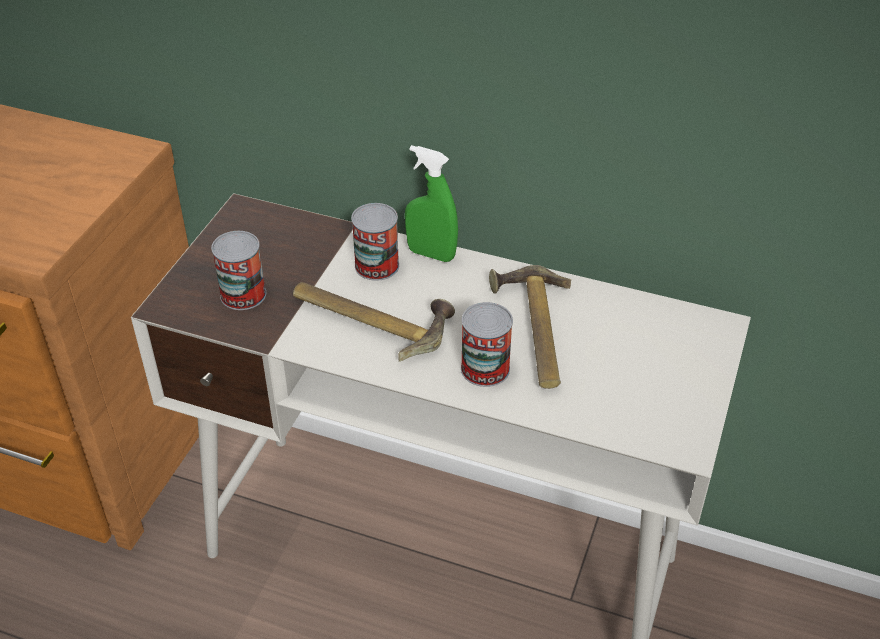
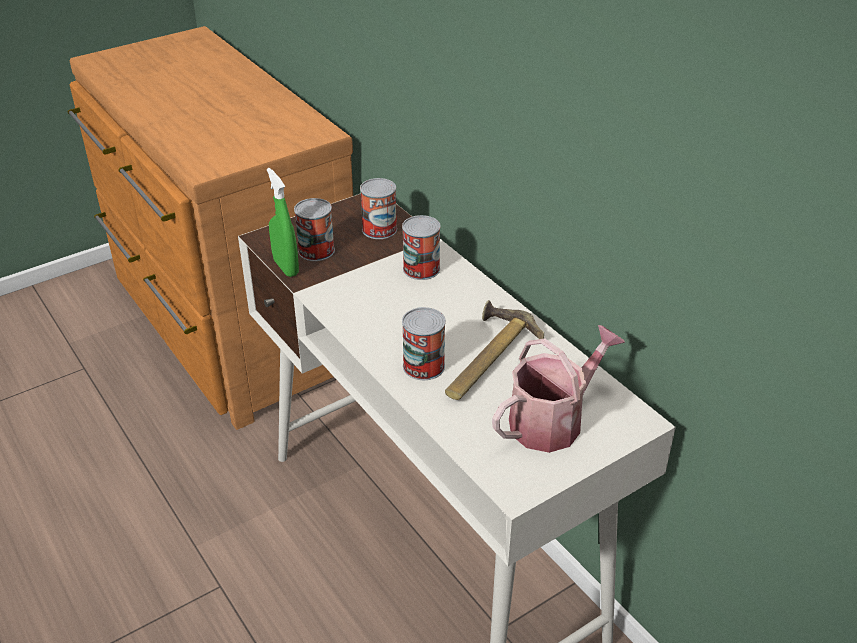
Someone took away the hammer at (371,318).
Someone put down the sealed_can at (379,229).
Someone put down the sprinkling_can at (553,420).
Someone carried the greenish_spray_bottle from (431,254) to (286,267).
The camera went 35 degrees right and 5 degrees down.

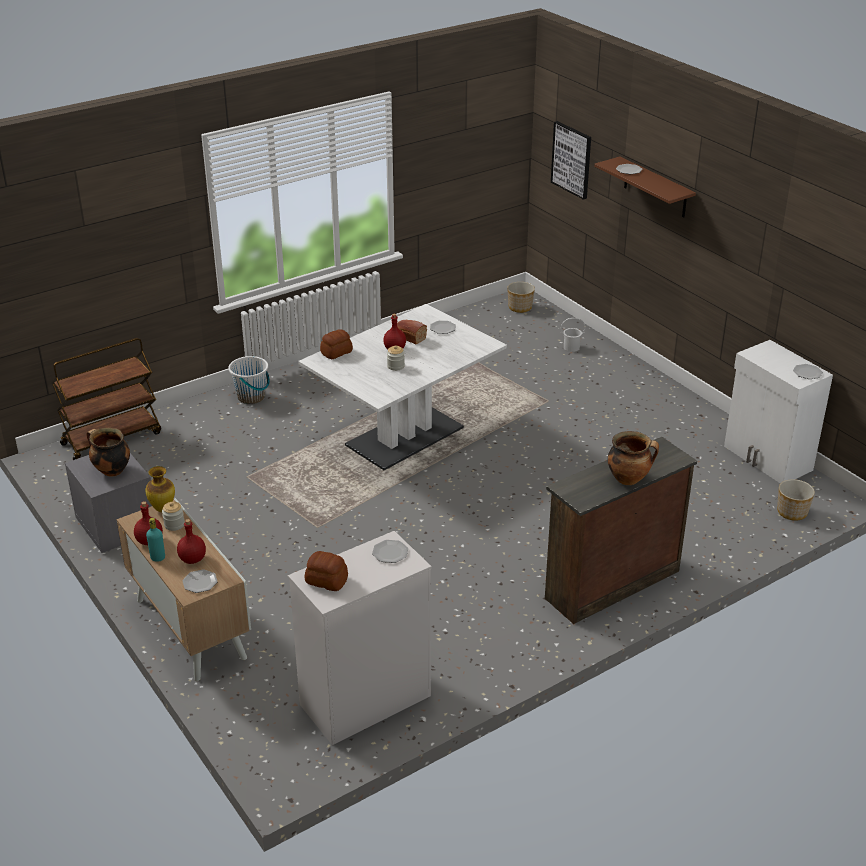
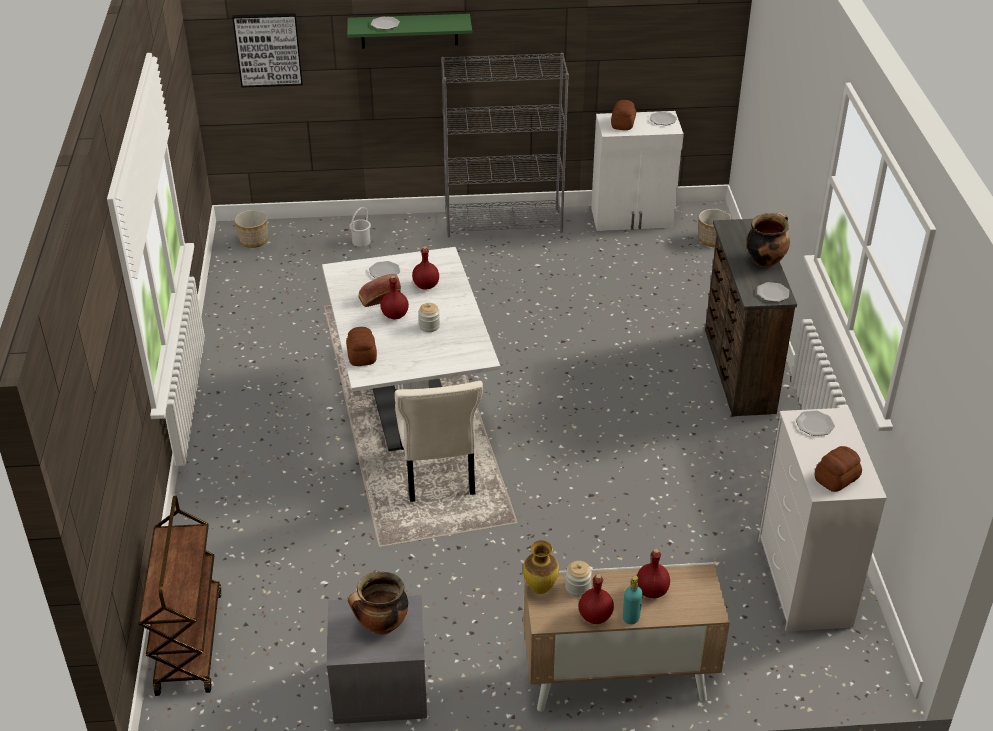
Someone took away the white_bucket at (251,397).
Someone put down the beige-coloured_plain_chair at (437,474).
Someone put down the red_bottle at (426,285).
Someone put down the gray_bookshelf at (504,222).
Someone put down the baked_bread at (622,124).
Someone carried the dinner_plate from (200,582) to (772,293).
Someone repainted the brown_shelf at (655,188), which became the greenish_shelf at (409,31).
The camera went 60 degrees left and 5 degrees up.

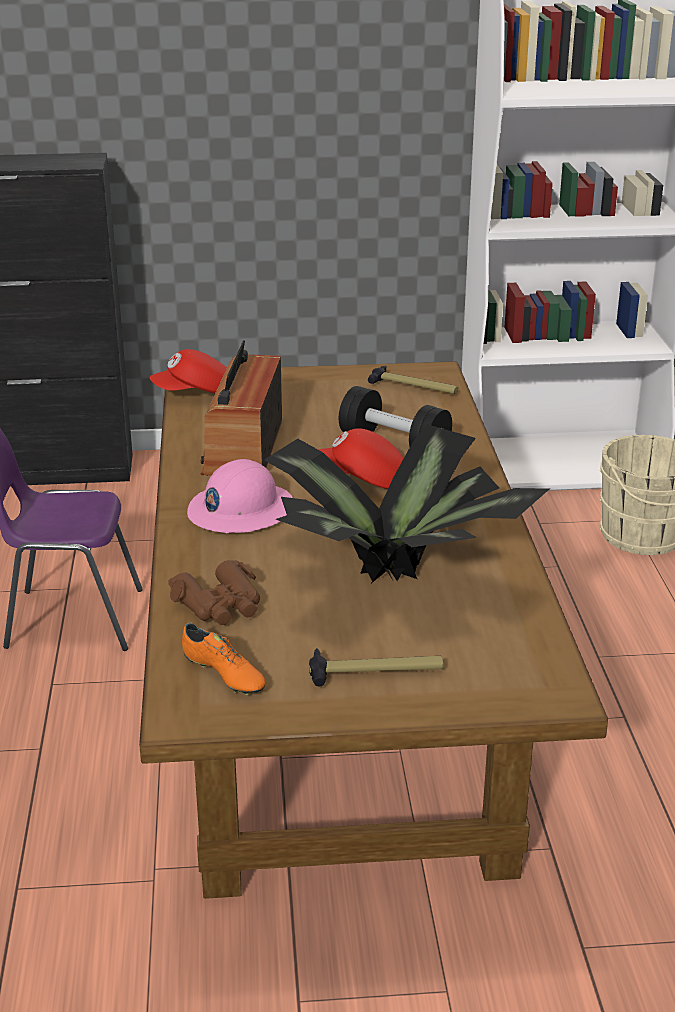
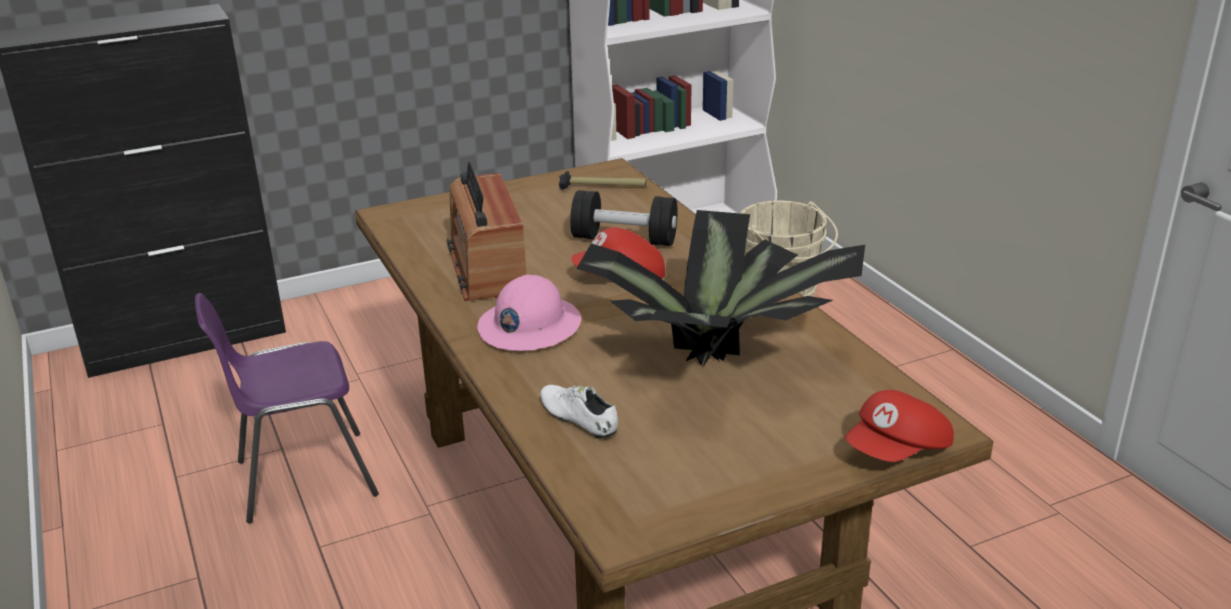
Someone took away the orangey_shoe at (223,675).
Someone took away the hammer at (375,672).
Someone carried the red_cap from (196,394) to (898,451).
Someone swapped the brown_field_glasses at (220,605) for the white_shoe at (578,419).
The camera went 20 degrees left and 0 degrees up.

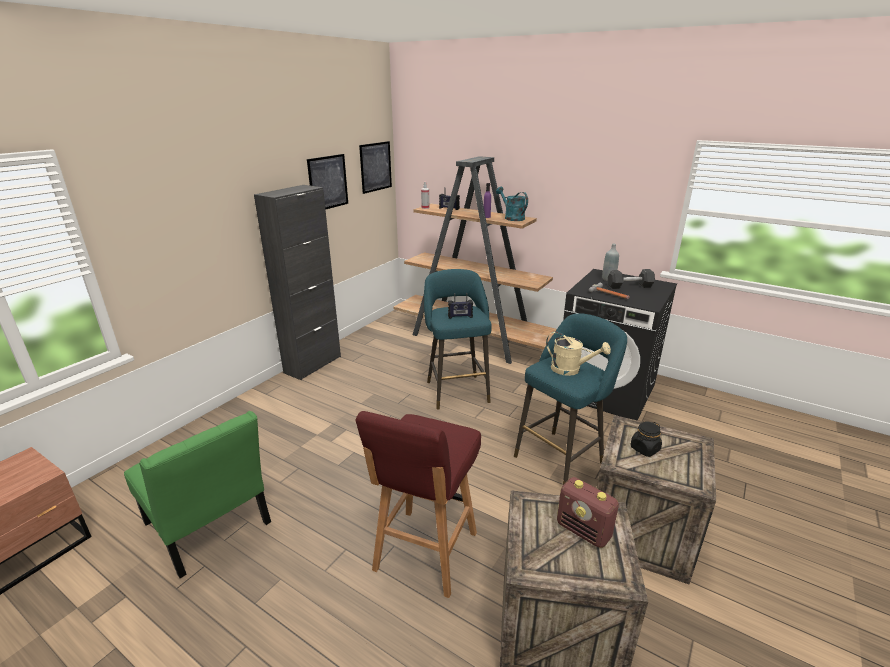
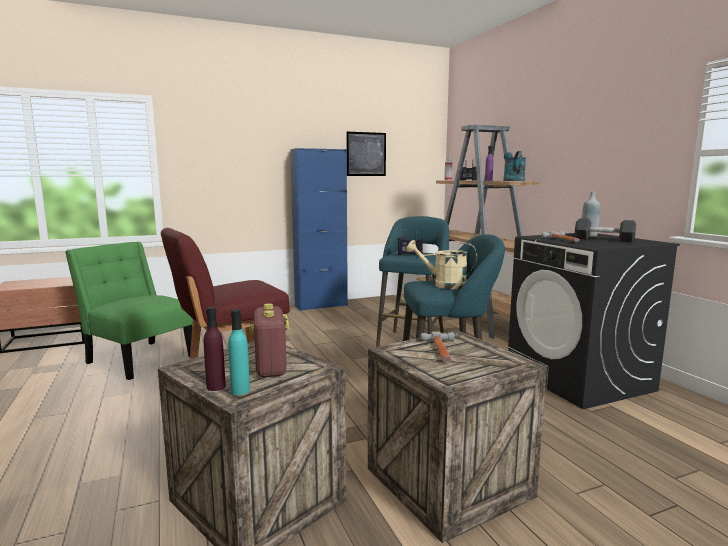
Someone took away the wall_art at (375,167).
Someone put down the purple_bottle at (216,387).
Someone put down the turquoise-coloured_bottle at (240,390).
Someone swapped the black-coloured_jar at (644,449) for the hammer at (441,351).
Someone repainted the black-coloured_cabinet at (313,364), which became the blue-coloured_cabinet at (321,305).
Someone rotated the greenish_plain_chair at (210,528) by 135 degrees clockwise.
Someone rotated the beige-coloured_sprinkling_can at (571,370) by 135 degrees clockwise.
The camera went 35 degrees right and 15 degrees down.

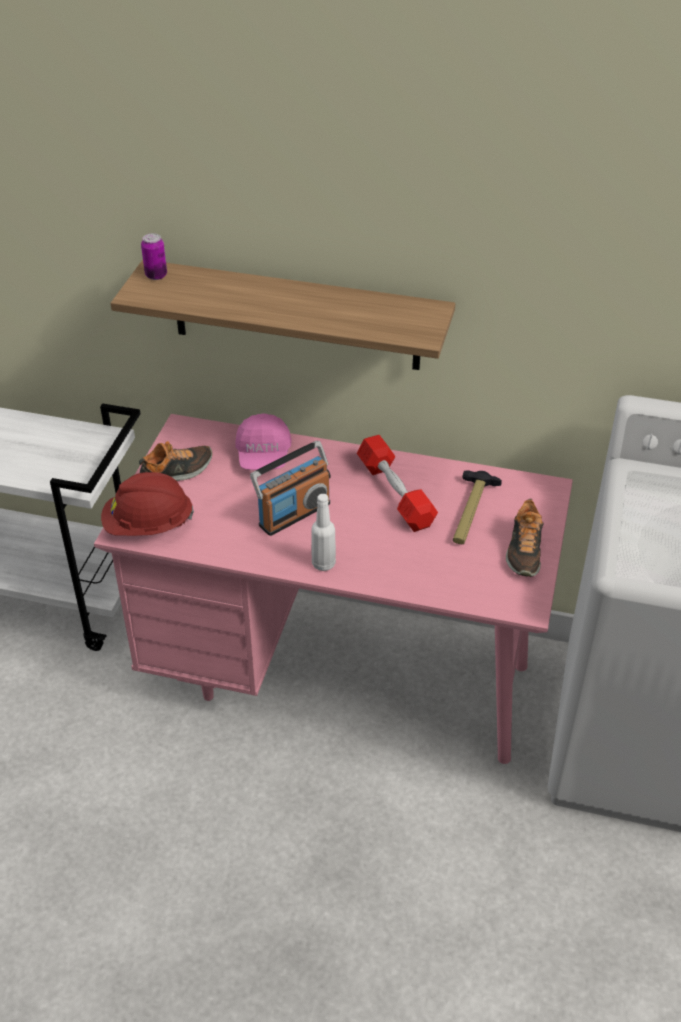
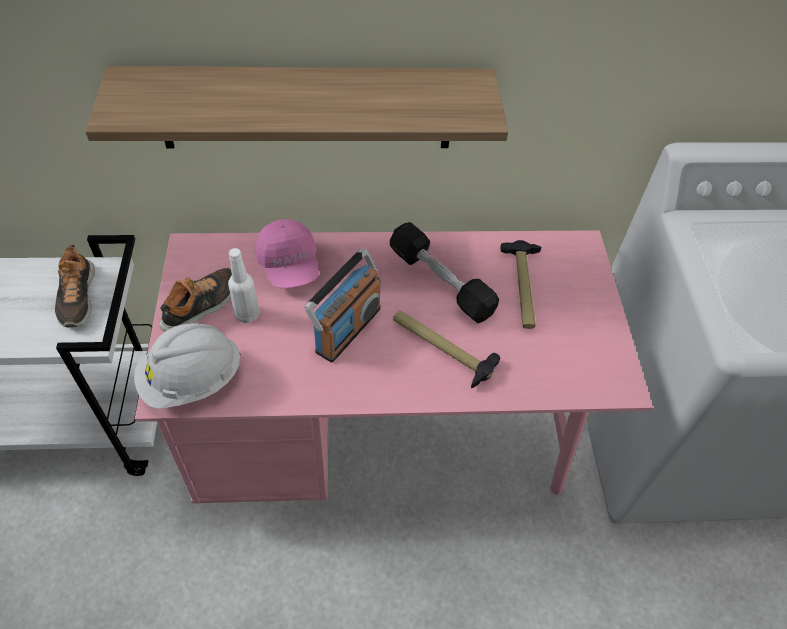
Someone took away the sealed_can at (156,275).
Someone put down the hammer at (441,349).
Someone carried the white_bottle from (323,564) to (247,314).
Someone carried the shoe from (524,550) to (77,297).
Someone repainted the red_hard_hat at (148,526), which became the white_hard_hat at (191,380).
Someone repainted the red_free_weight at (395,493), which became the black-coloured_free_weight at (441,282).
The camera went 20 degrees left and 10 degrees up.

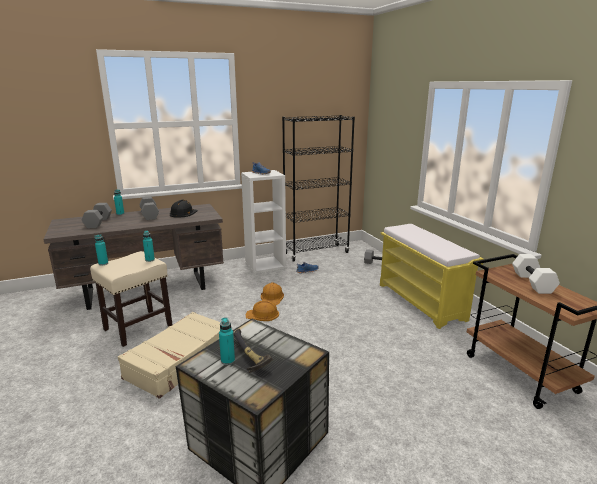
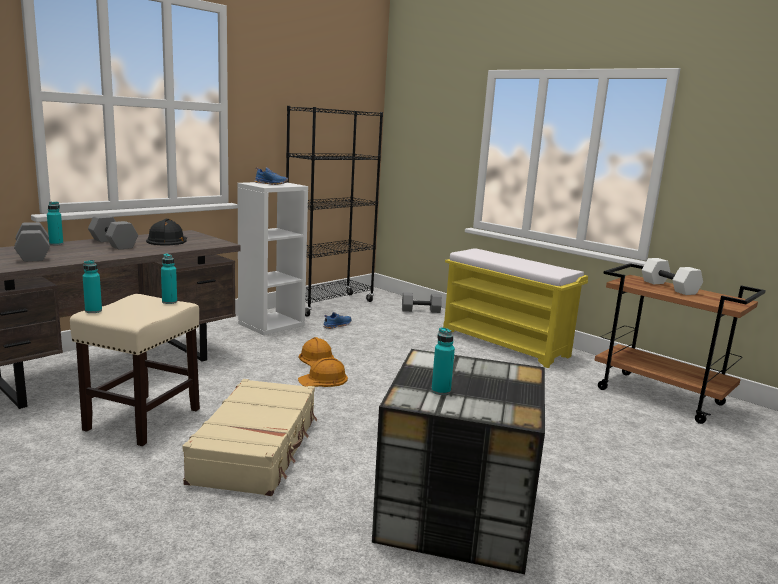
Someone took away the hammer at (248,356).
The camera went 25 degrees left and 5 degrees down.

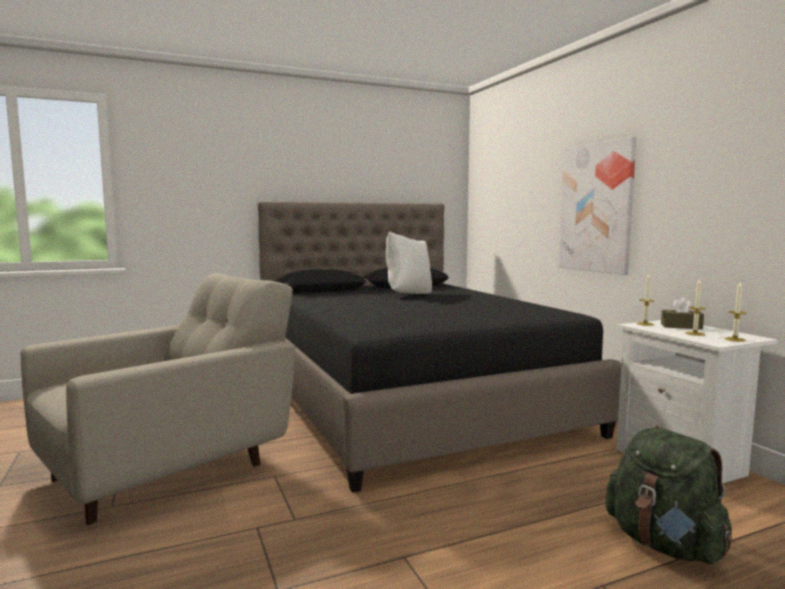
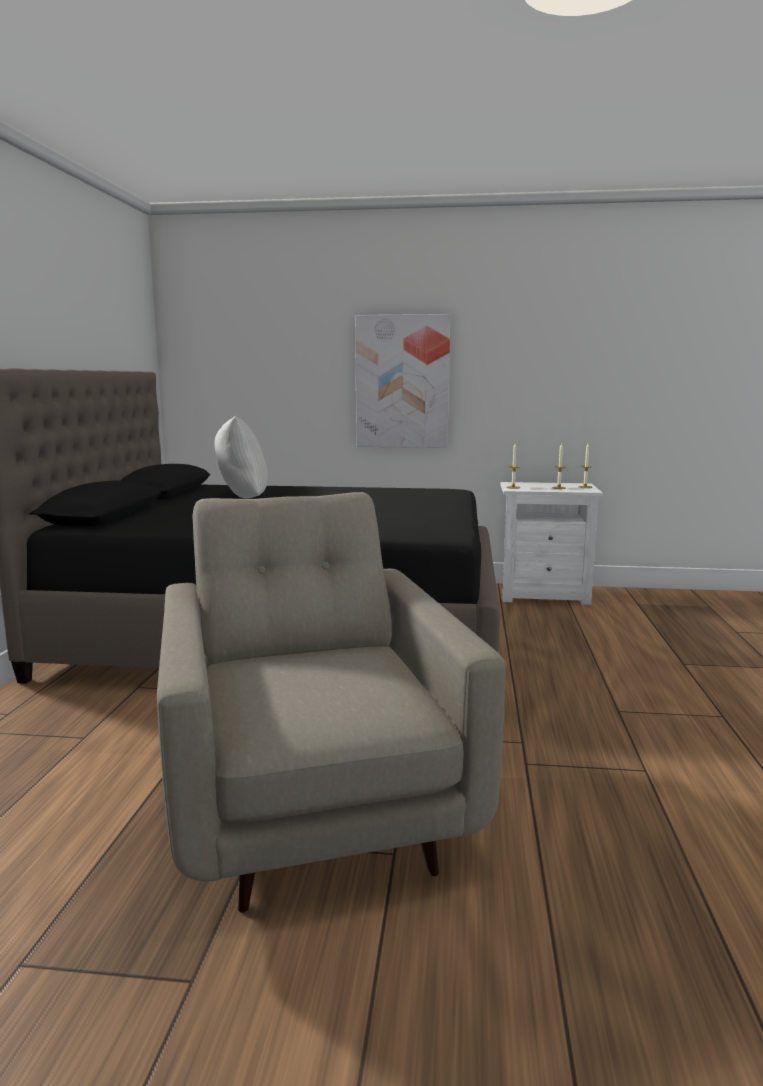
Someone took away the greenish_rucksack at (664,544).
Someone took away the brown_box_of_tissues at (681,326).
The camera went 60 degrees left and 5 degrees up.

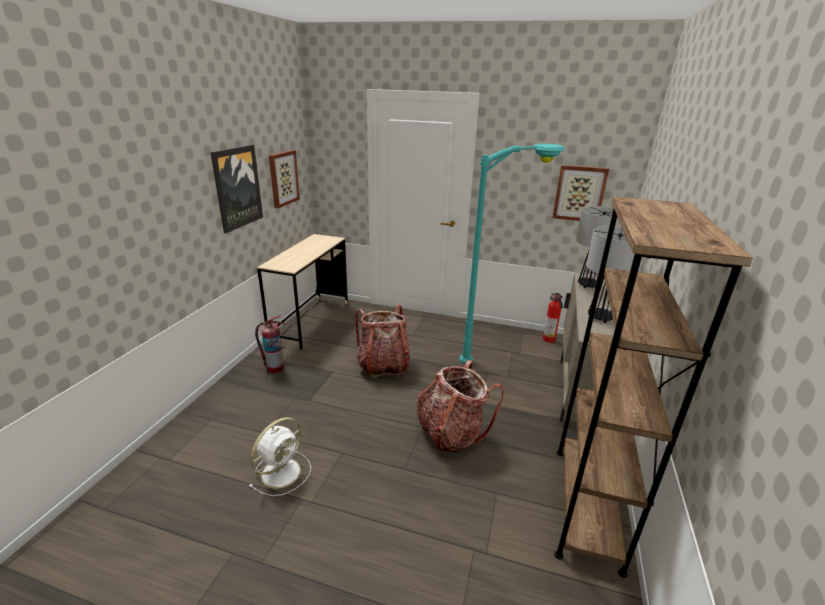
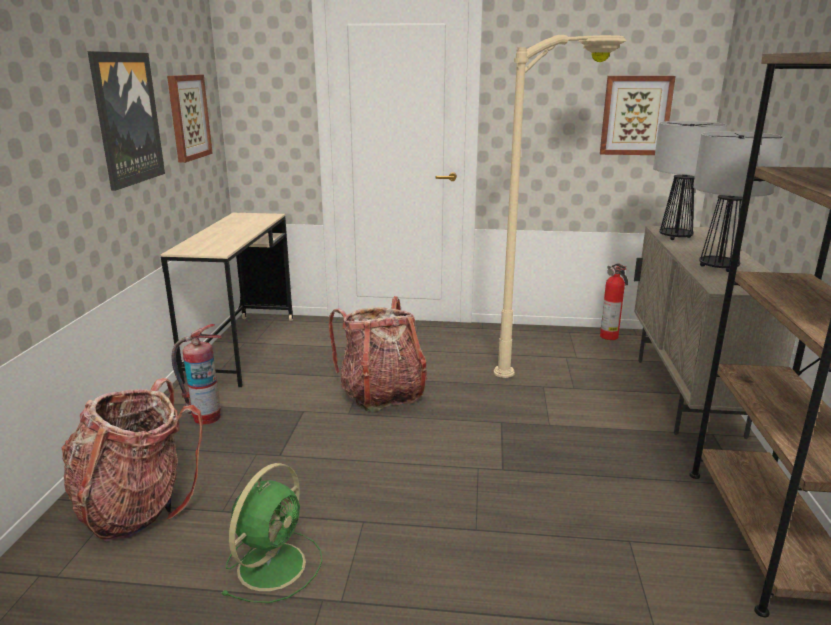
Someone carried the rucksack from (451,433) to (136,507).
Someone repainted the white_fan at (282,472), which became the greenish_fan at (273,564).
Someone repainted the turquoise-coloured_standard_lamp at (503,353), which became the beige-coloured_standard_lamp at (553,359).
The camera went 10 degrees left and 5 degrees down.

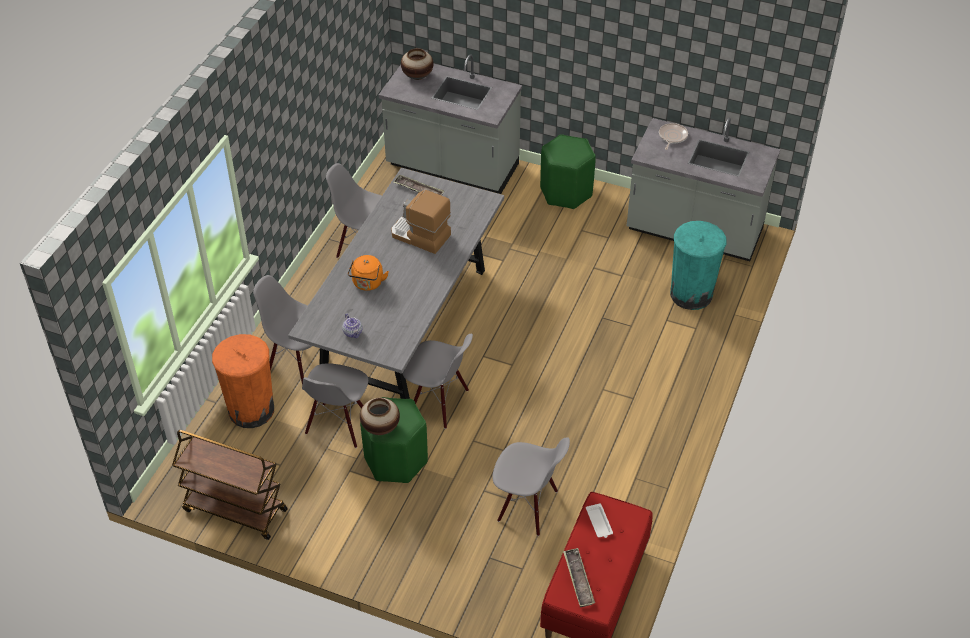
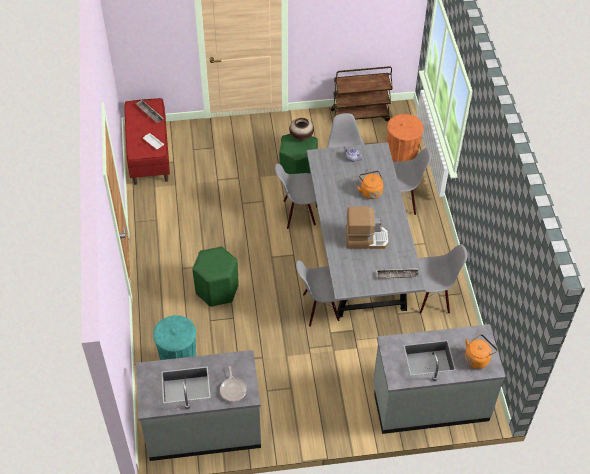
Someone carried the gray_plain_chair from (527,507) to (320,308).
Someone carried the greenish_stool_seat from (566,192) to (216,290).
Someone swapped the flower_vase at (417,76) for the orangey_tea_kettle at (477,358).
The camera went 150 degrees right and 5 degrees up.

